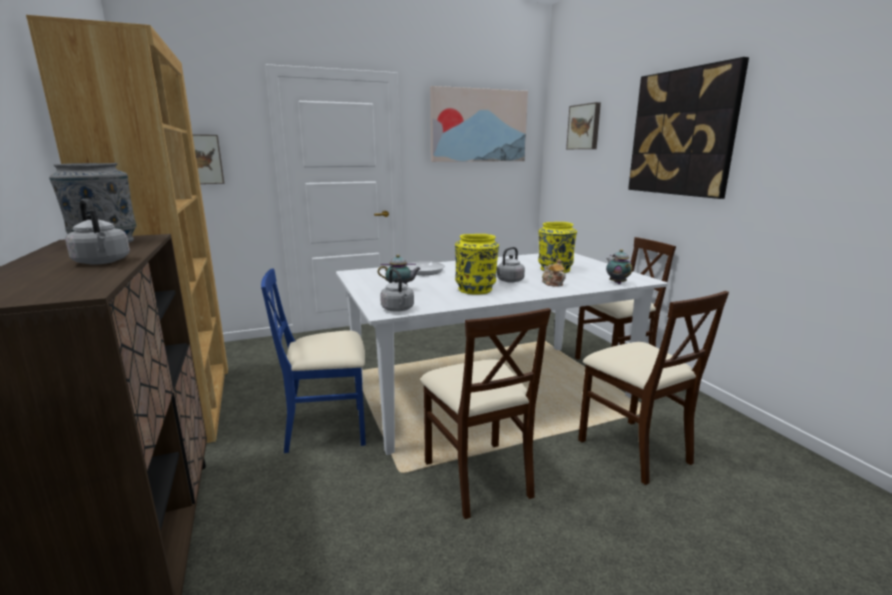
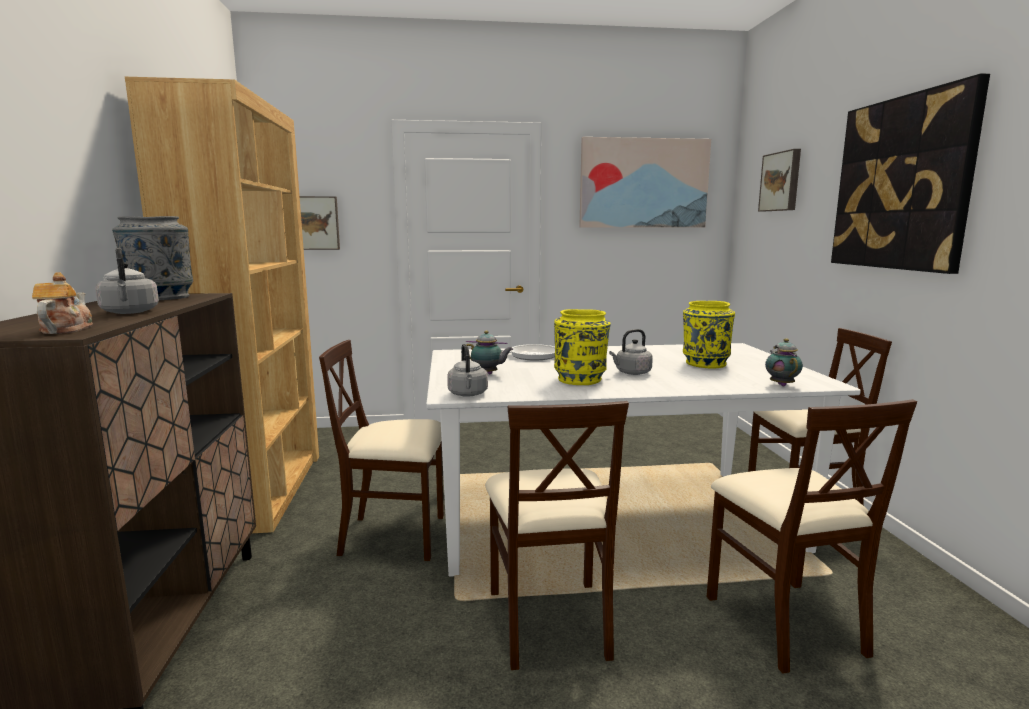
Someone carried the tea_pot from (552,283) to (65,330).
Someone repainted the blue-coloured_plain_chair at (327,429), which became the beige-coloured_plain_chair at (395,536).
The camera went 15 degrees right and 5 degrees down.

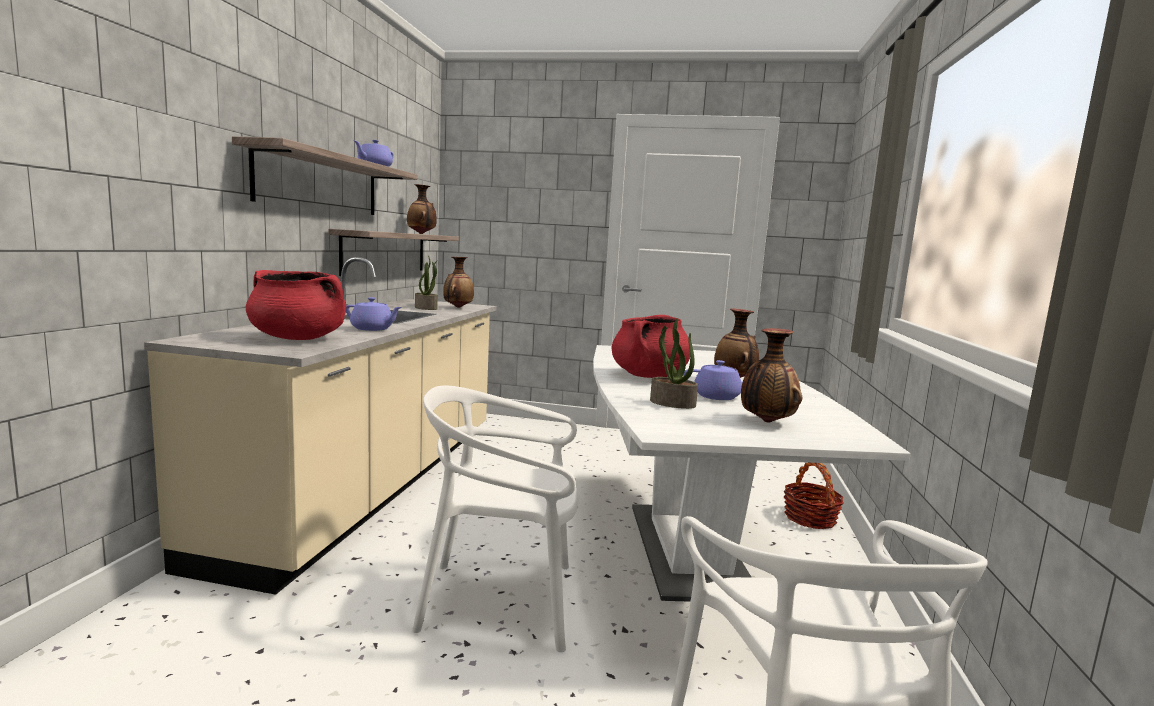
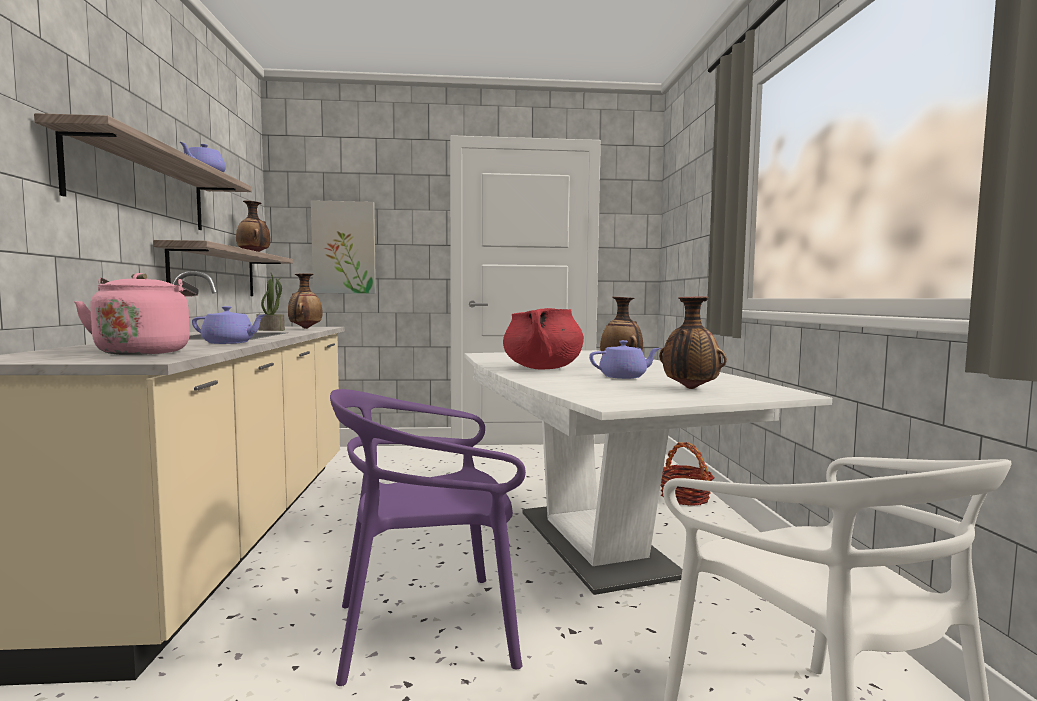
Someone took away the potted_plant at (671,403).
Someone put up the wall_art at (344,248).
Someone swapped the red_cooking_pot at (299,338) for the pink_tea_kettle at (145,352).
Someone repainted the white_plain_chair at (500,601), which became the purple_plain_chair at (427,629).
The camera went 15 degrees left and 5 degrees down.

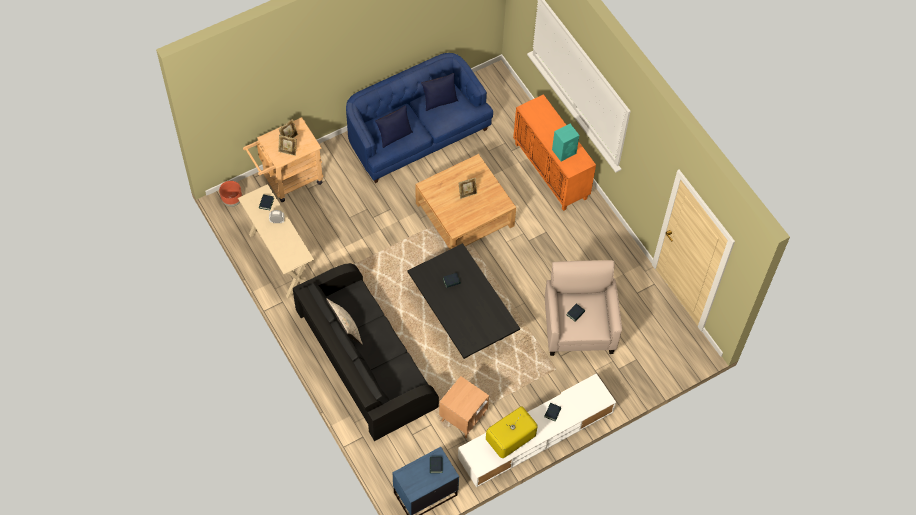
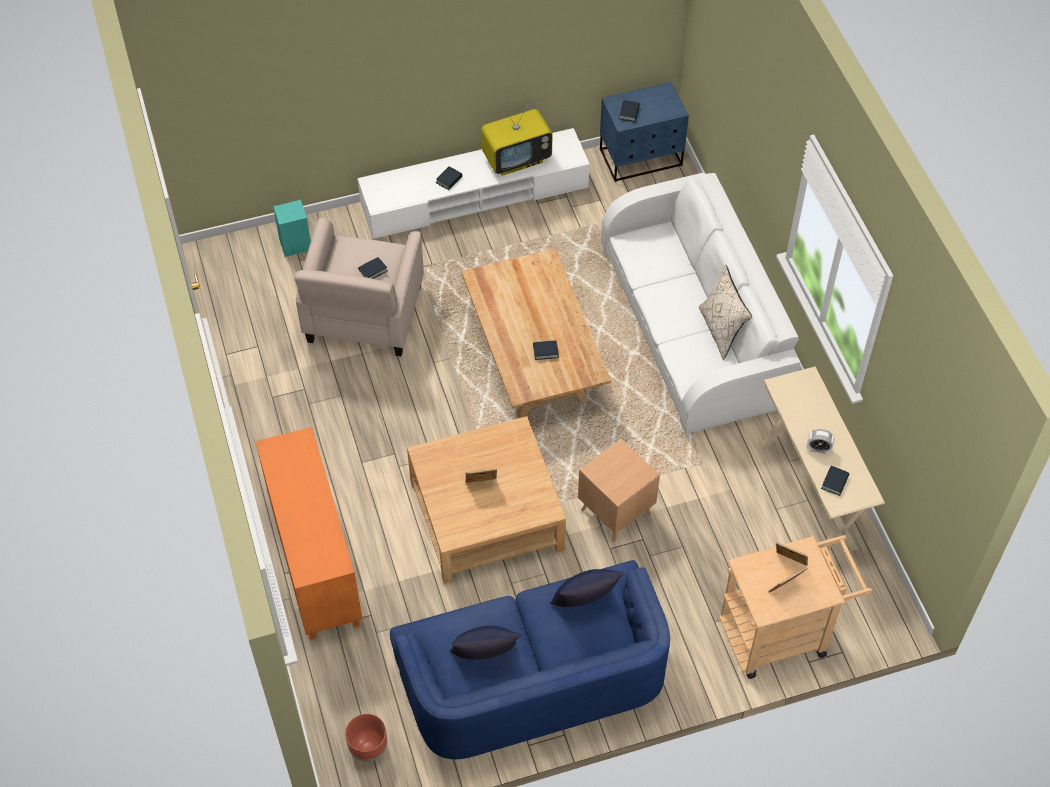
Someone carried the brown_plant_pot from (232,201) to (368,749).
Someone carried the brown_side_table from (463,418) to (616,512).
Someone carried the turquoise-coloured_speaker from (564,151) to (294,244).
Someone repainted the black-coloured_sofa at (364,360), which became the white_sofa at (693,326).
Someone repainted the black-coloured_coffee_table at (462,317), which became the beige-coloured_coffee_table at (534,359).
The camera went 165 degrees left and 5 degrees down.

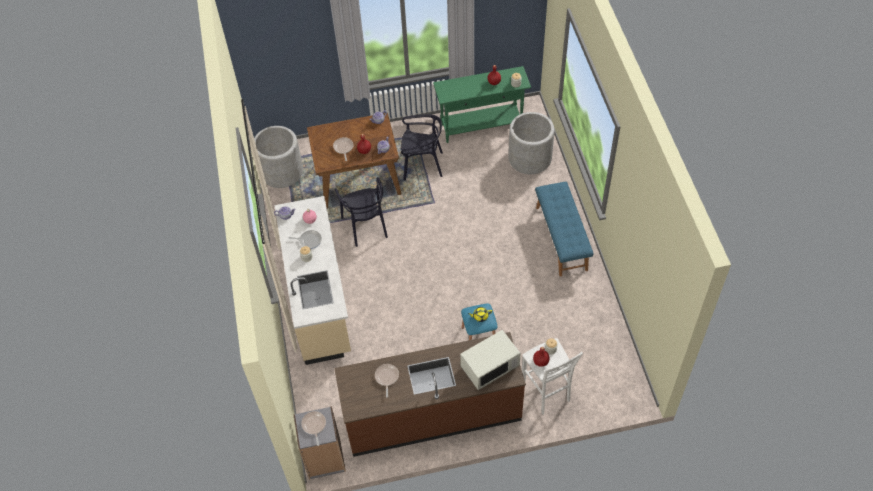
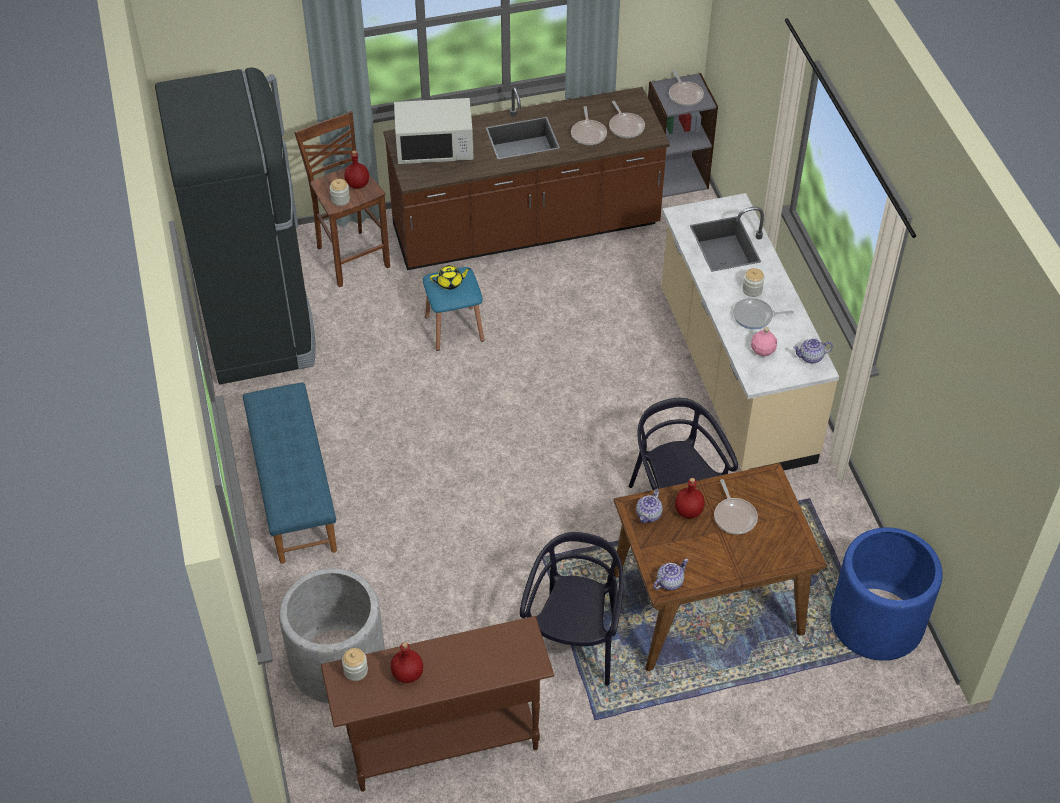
Someone put down the black-coloured_fridge at (259,329).
Someone put down the frying_pan at (626,126).
Someone repainted the gray_plant_pot at (281,171), which became the blue-coloured_plant_pot at (876,621).
Someone repainted the greenish_narrow_table at (481,127), which became the brown_narrow_table at (442,744).
Someone repainted the white_stool_seat at (546,393), which became the brown_stool_seat at (351,256).
Someone rotated the black-coloured_plain_chair at (422,164) by 105 degrees clockwise.
Someone rotated the white_microwave at (490,367) by 150 degrees counterclockwise.
The camera went 175 degrees right and 5 degrees down.

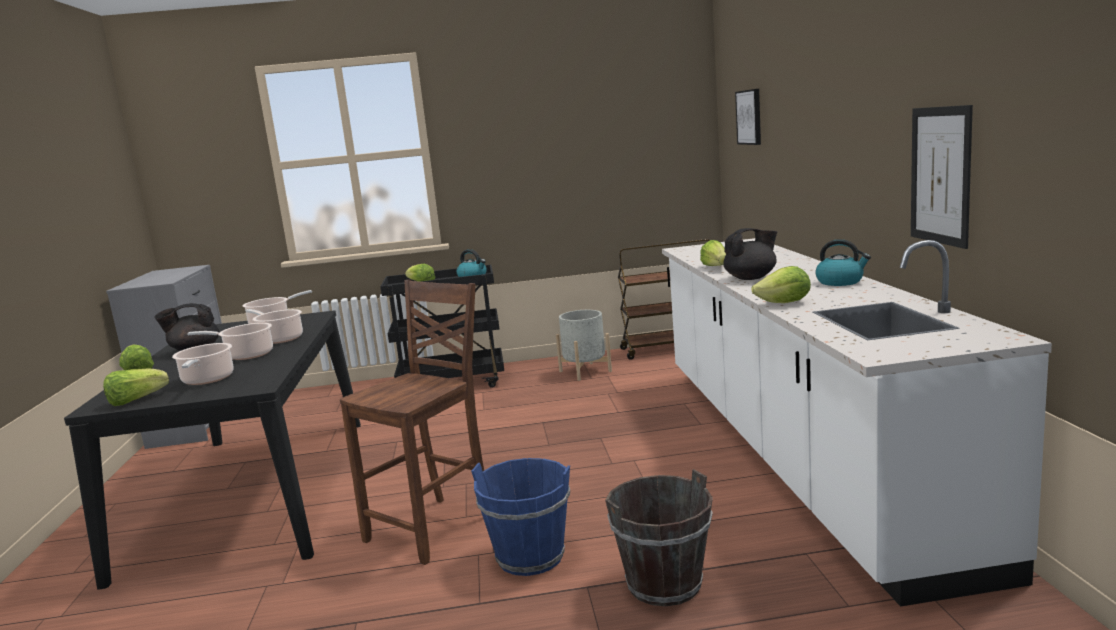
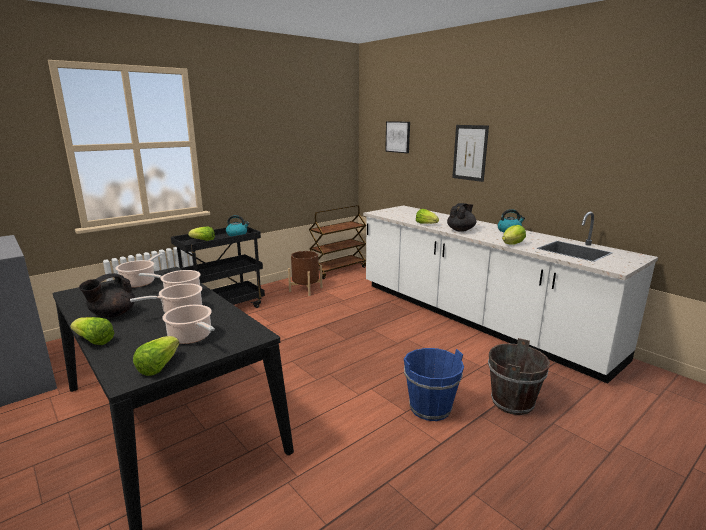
Someone took away the brown_plain_chair at (434,528).
Someone carried the wall_art from (940,175) to (470,152).
Someone repainted the gray_plant_pot at (585,371), which became the brown_plant_pot at (305,289).
The camera went 35 degrees left and 5 degrees up.

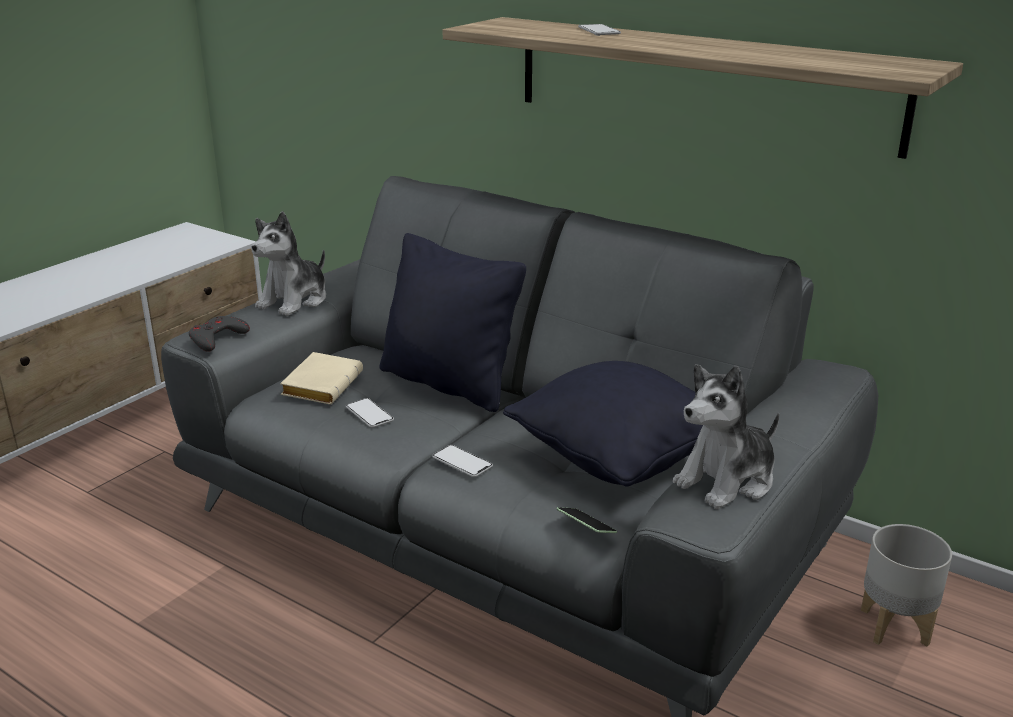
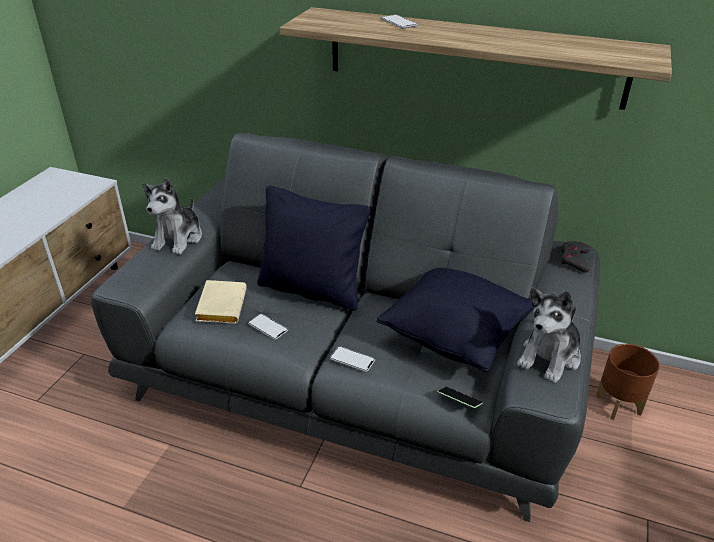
Someone carried the gray_game_controller from (217,338) to (574,259).
Someone repainted the gray_plant_pot at (895,626), which became the brown_plant_pot at (619,404).
The camera went 15 degrees left and 10 degrees up.

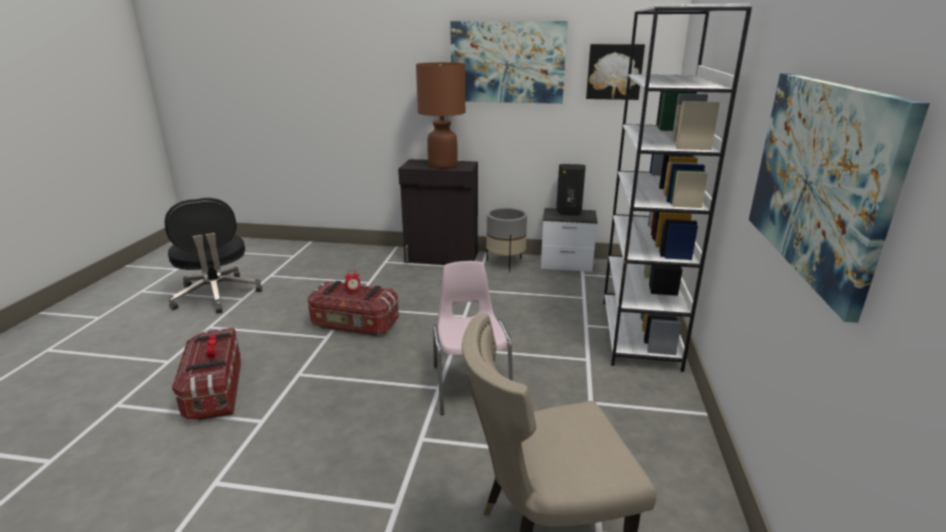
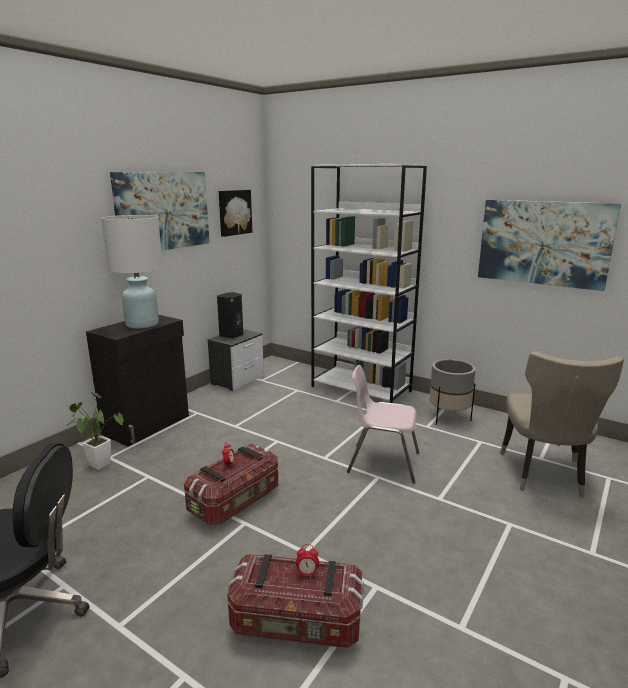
Someone put down the potted_plant at (97,464).
Someone carried the gray_plant_pot from (505,263) to (448,417).
Someone repainted the brown_tabletop_lamp at (442,165), which became the white_tabletop_lamp at (142,324).
The camera went 65 degrees left and 5 degrees down.

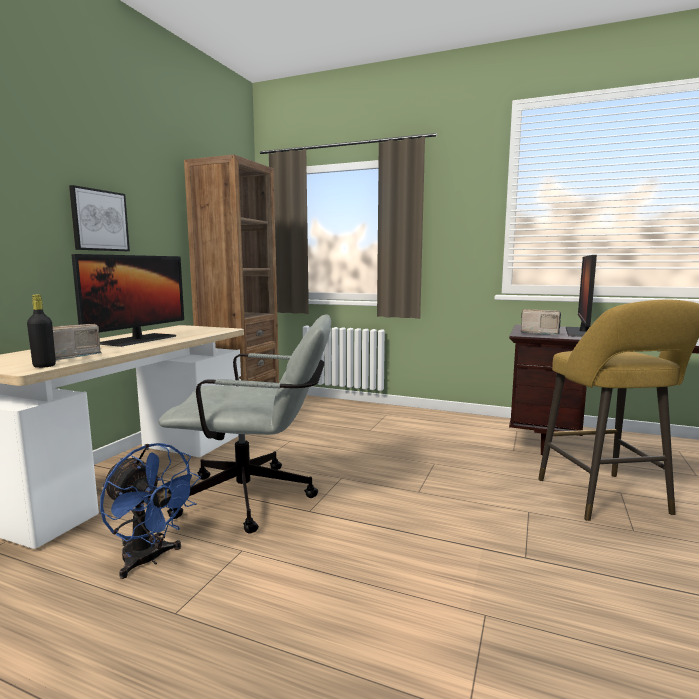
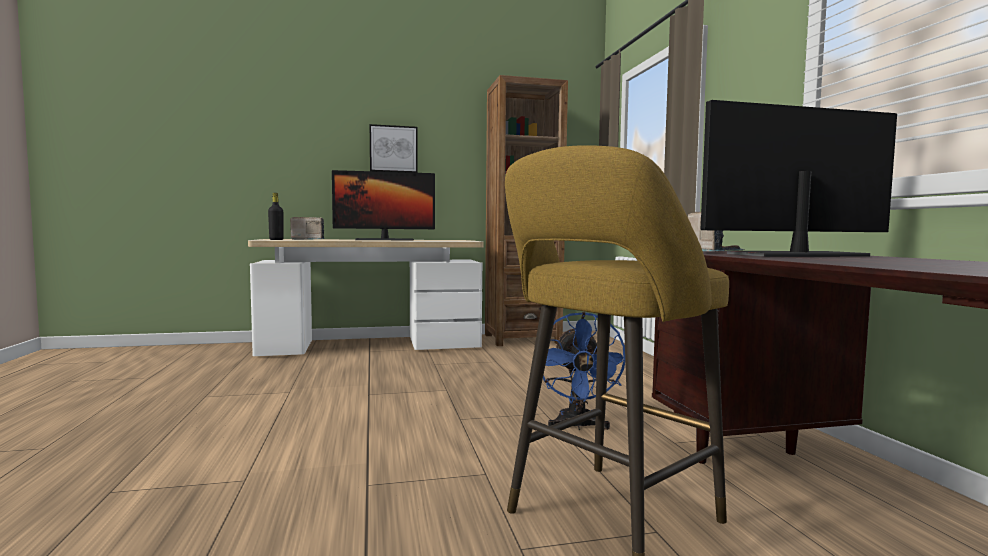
Someone took away the gray_desk_chair at (258,498).
Someone carried the blue-coloured_fan from (149,560) to (578,426).
The camera went 55 degrees right and 5 degrees down.

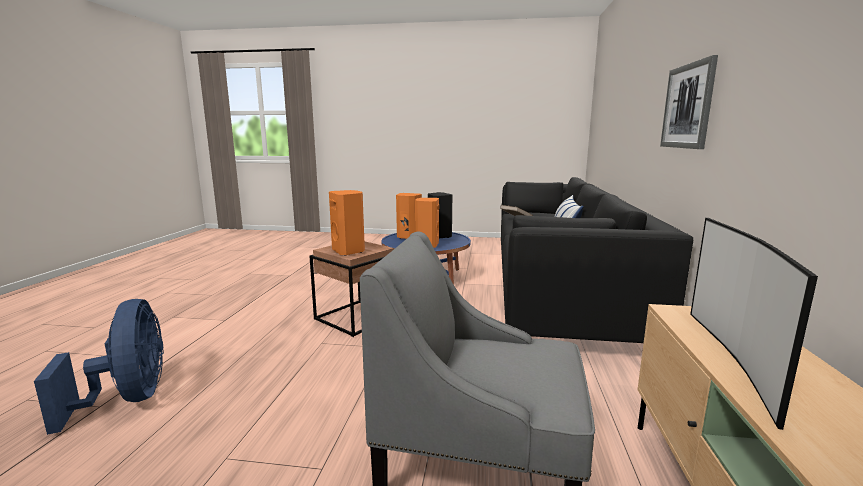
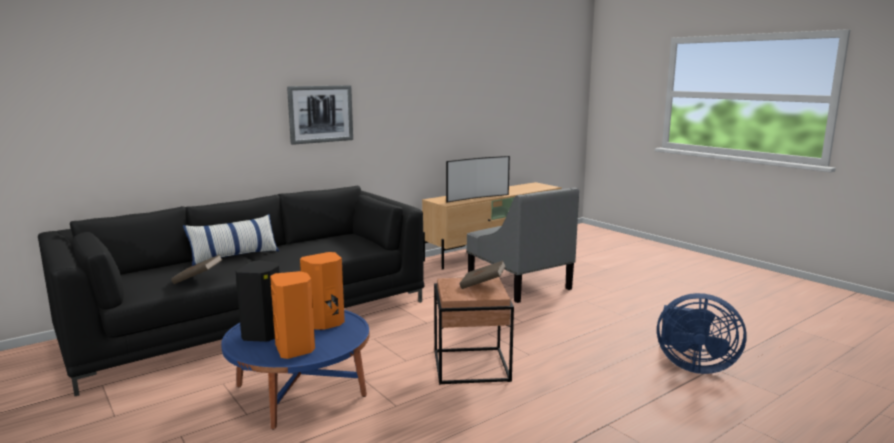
Someone swapped the orangey_speaker at (349,251) for the brown_bound_book at (482,285).
Someone rotated the blue-coloured_fan at (129,399) by 90 degrees counterclockwise.
The camera went 135 degrees left and 0 degrees up.

